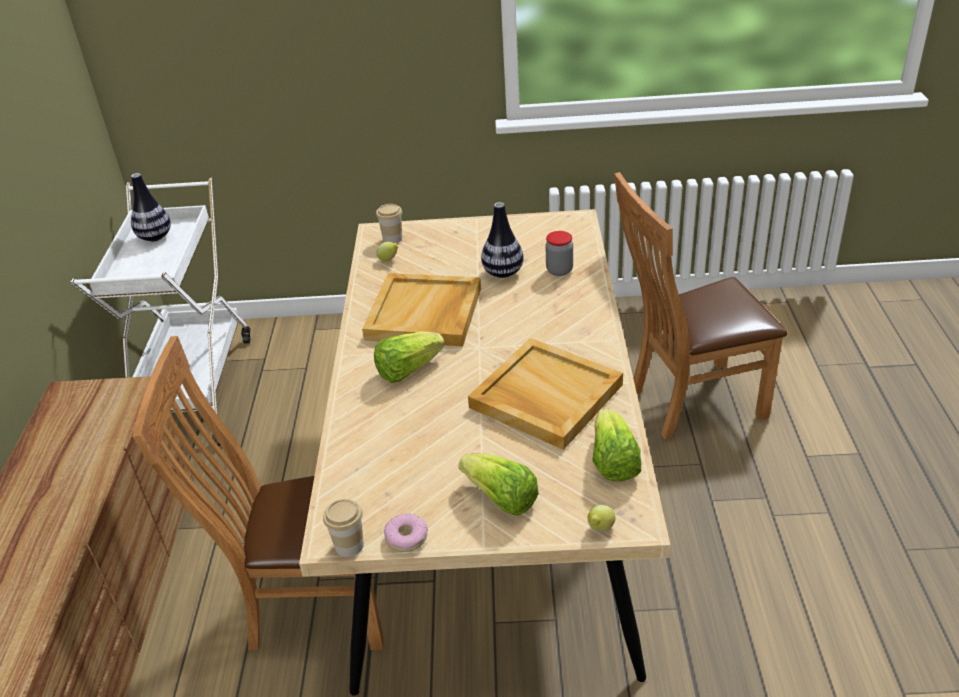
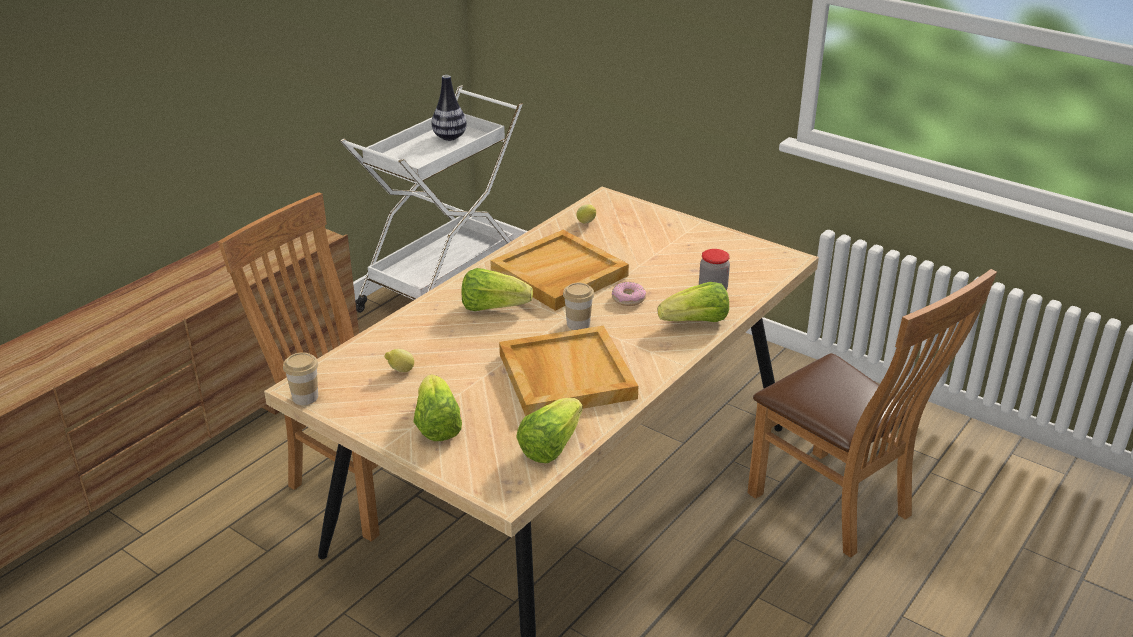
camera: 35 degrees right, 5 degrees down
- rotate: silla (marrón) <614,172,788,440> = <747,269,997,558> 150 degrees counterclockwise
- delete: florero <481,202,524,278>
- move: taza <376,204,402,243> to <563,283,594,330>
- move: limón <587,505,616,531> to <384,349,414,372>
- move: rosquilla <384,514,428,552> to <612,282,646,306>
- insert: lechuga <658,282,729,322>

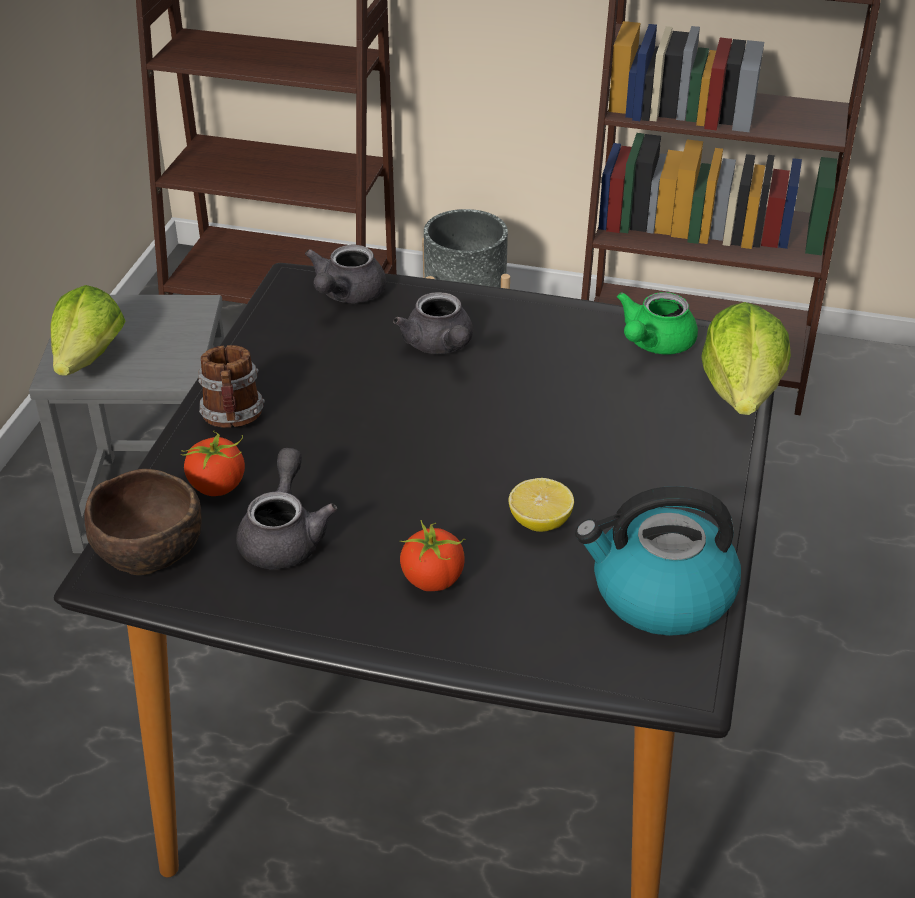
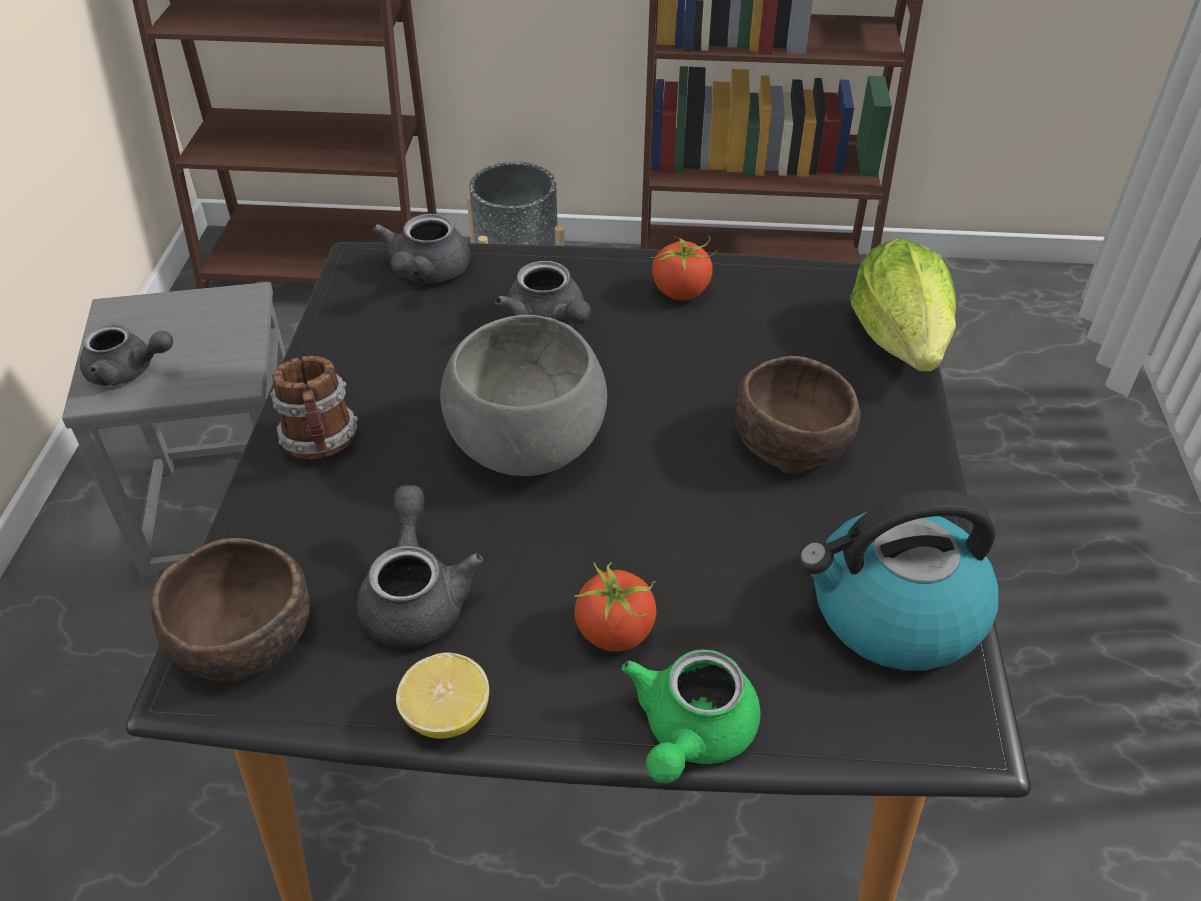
camera: 10 degrees left, 5 degrees up
- replace: lechuga <51,285,126,376> to tetera (gris) <80,324,173,386>
- move: tetera (verde) <617,292,698,354> to <622,650,760,783>
- move: tomate <180,430,245,496> to <651,236,718,300>
- move: limón <508,478,574,532> to <396,652,489,739>
- insert: cuenco (gris) <440,315,607,476>
- insert: cuenco (marrón) <735,356,861,474>

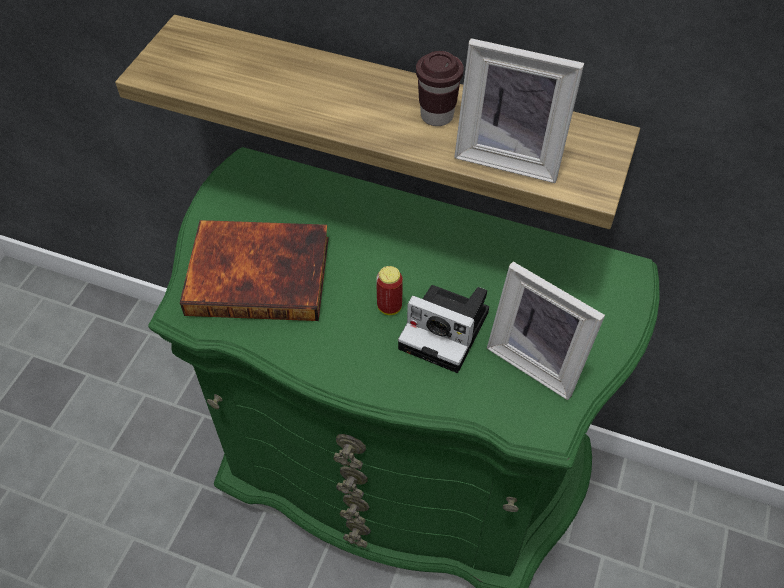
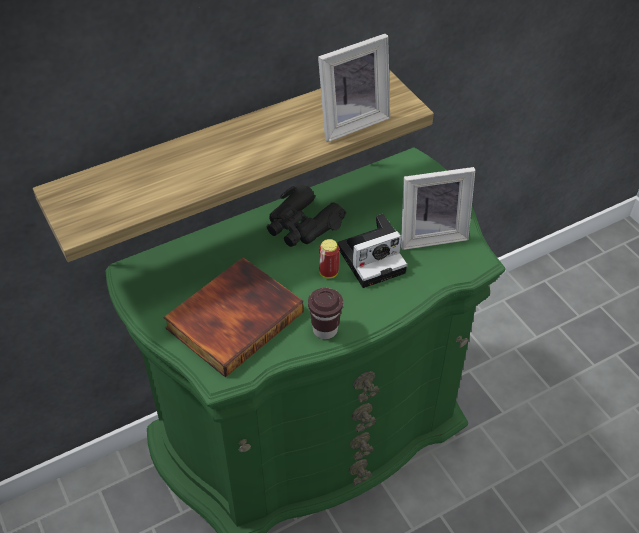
camera: 50 degrees left, 5 degrees down
- move: taza (marrón) <416,51,464,126> to <308,288,343,339>
- insert: prismáticos (negro) <267,183,347,247>

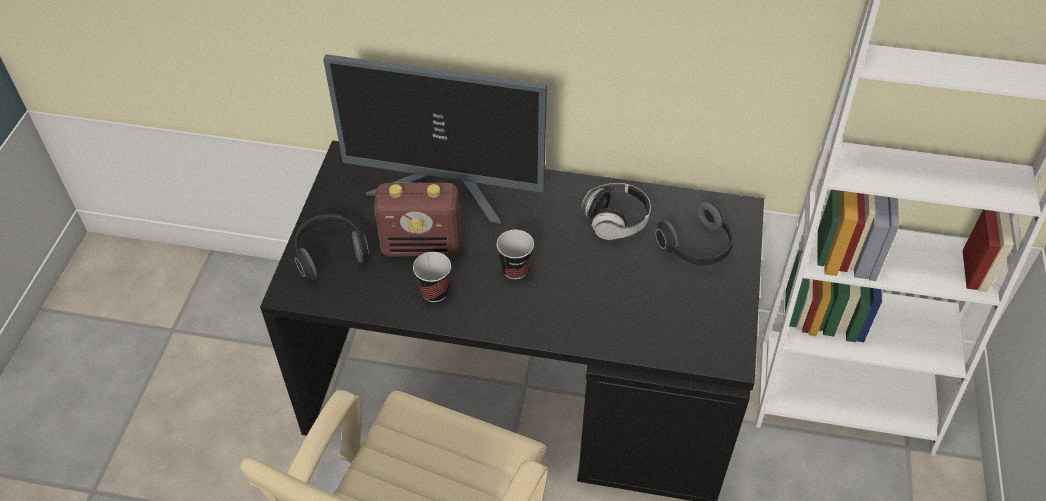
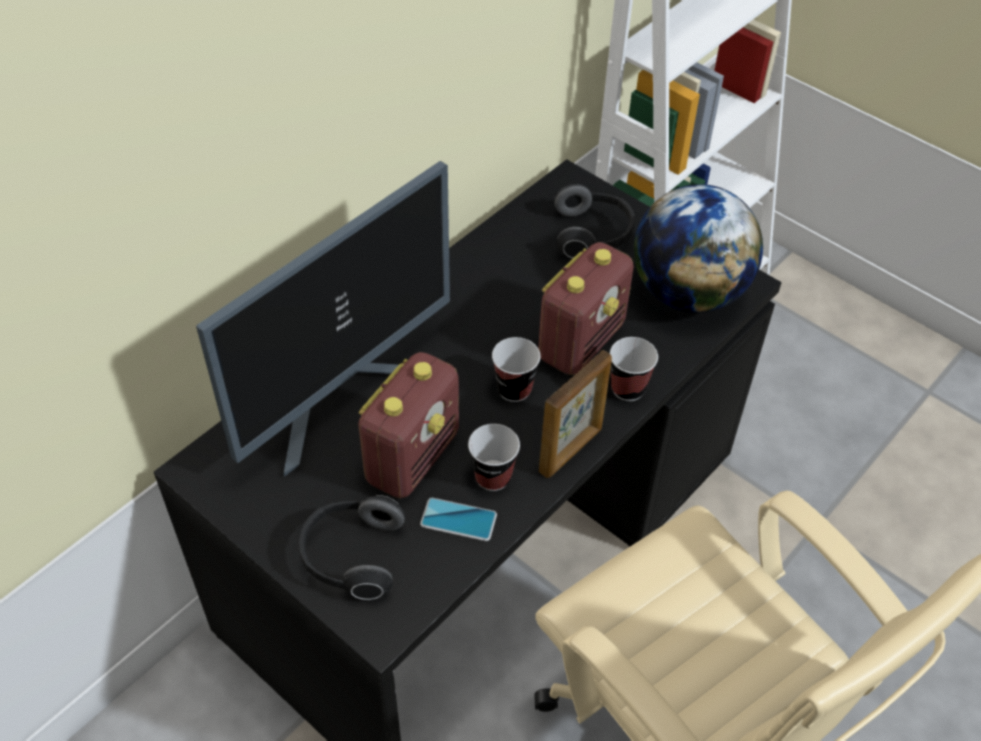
camera: 60 degrees left, 0 degrees up
- delete: auriculares <581,183,651,240>
- insert: globo terráqueo <634,184,763,312>
- insert: radio <538,242,634,375>
- insert: taza <610,337,658,401>
- insert: portarretratos <539,350,612,478>
- insert: móvil <420,498,497,541>

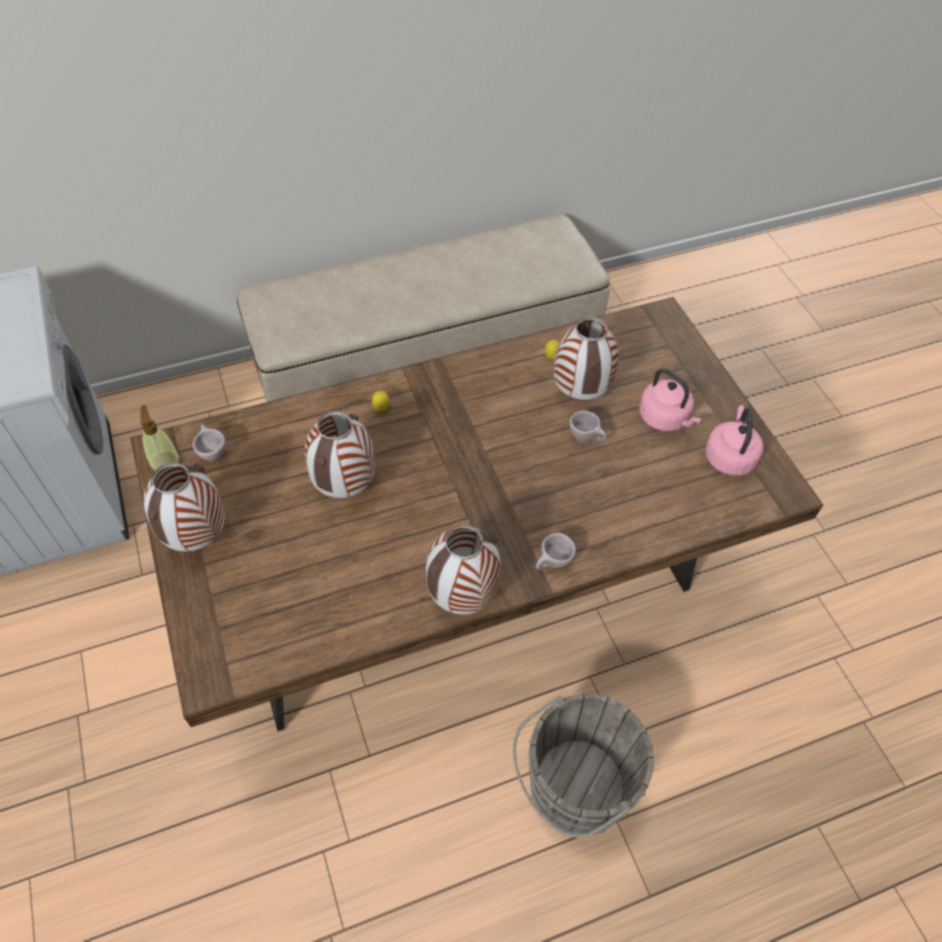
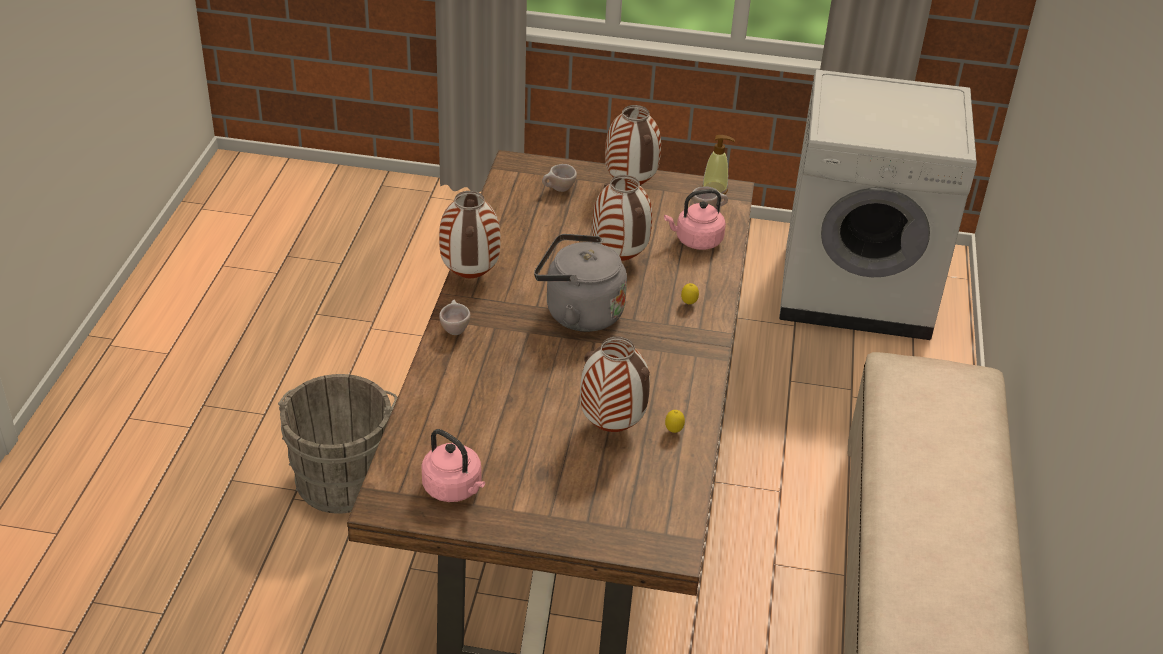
camera: 120 degrees right, 15 degrees down
- move: hervidor (rosa) <639,368,701,431> to <664,189,726,250>
- move: taza (beis) <569,411,607,443> to <542,164,577,192>
- insert: hervidor (gris) <534,234,627,332>

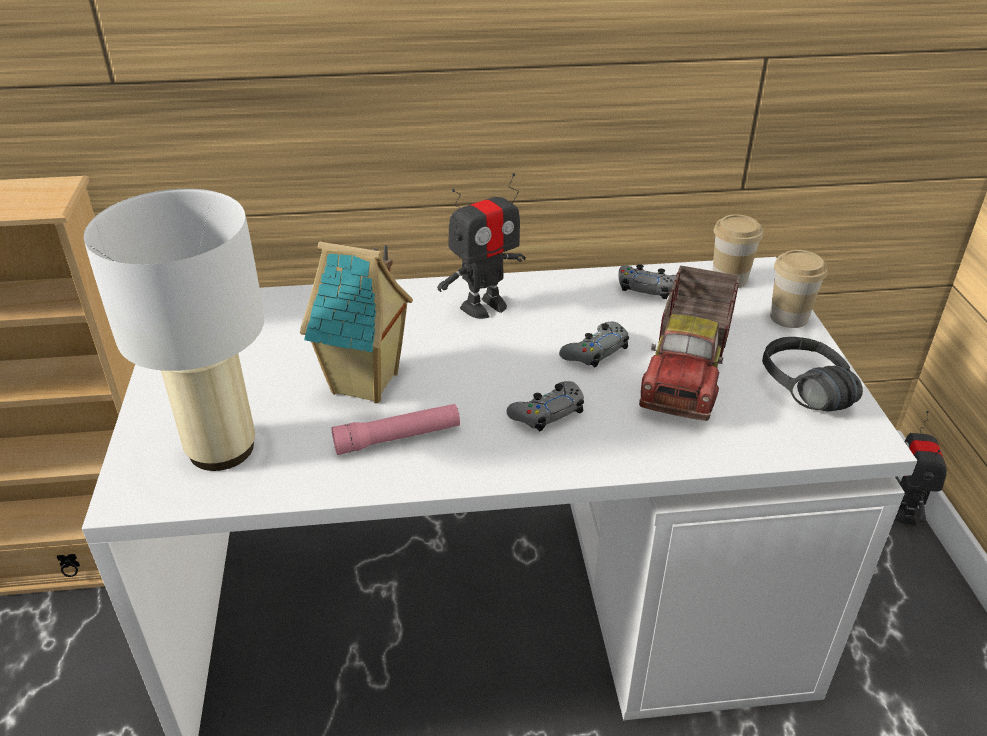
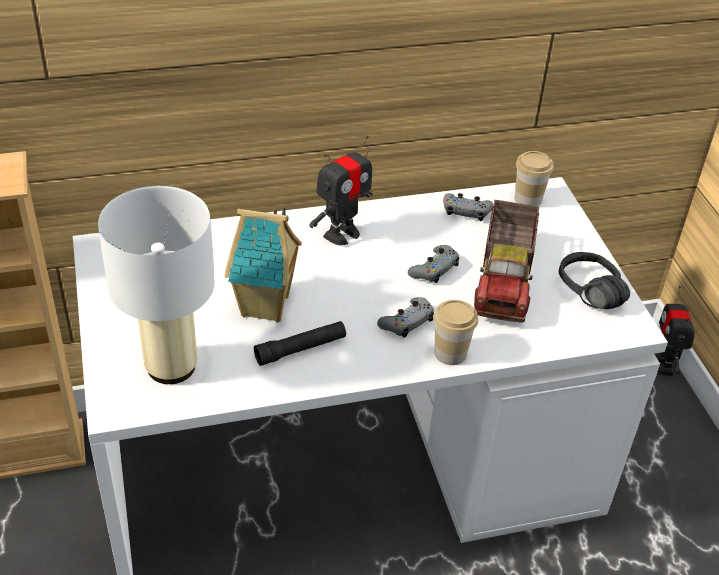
camera: 10 degrees left, 5 degrees up
- move: taza <770,250,828,328> to <433,300,478,365>
- recolor: linterna (rosa) <331,404,460,455> to linterna (negro) <254,321,346,366>

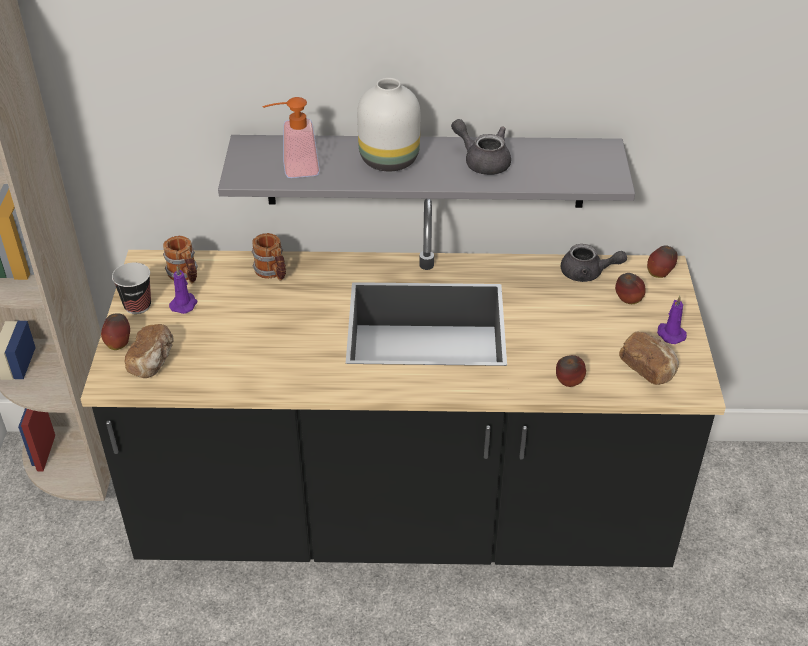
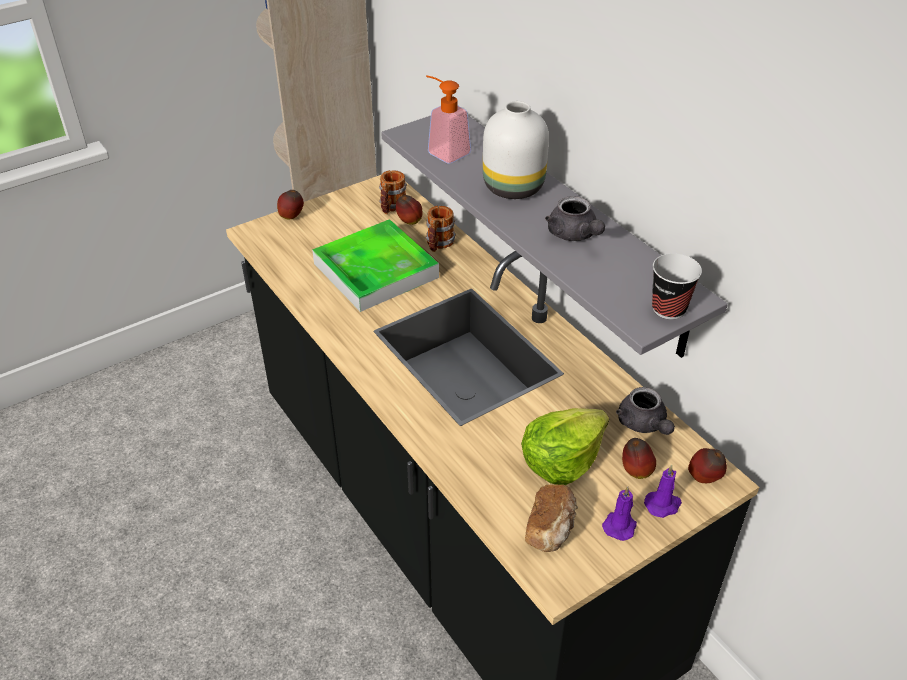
camera: 55 degrees right, 0 degrees up
- rotate: tetera (gris) <451,119,511,175> = <545,196,605,241> 150 degrees clockwise
- move: taza <112,263,151,314> to <652,253,702,320>
- move: vela (morado) <169,266,197,314> to <644,465,682,518>
- delete: pan <125,324,174,378>
- move: manzana <556,355,586,387> to <396,195,422,225>
- insert: bandeja <312,219,439,312>
- insert: lechuga <521,408,609,485>

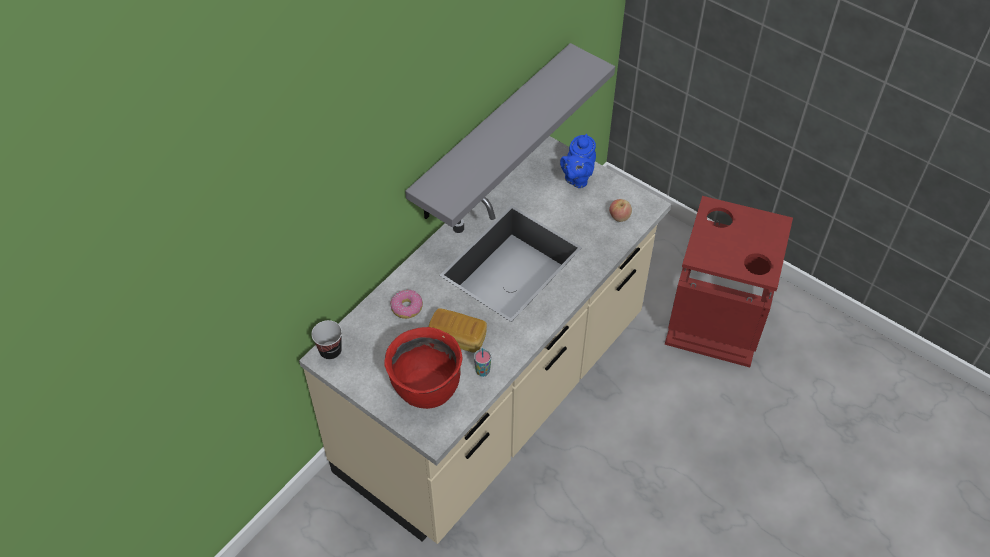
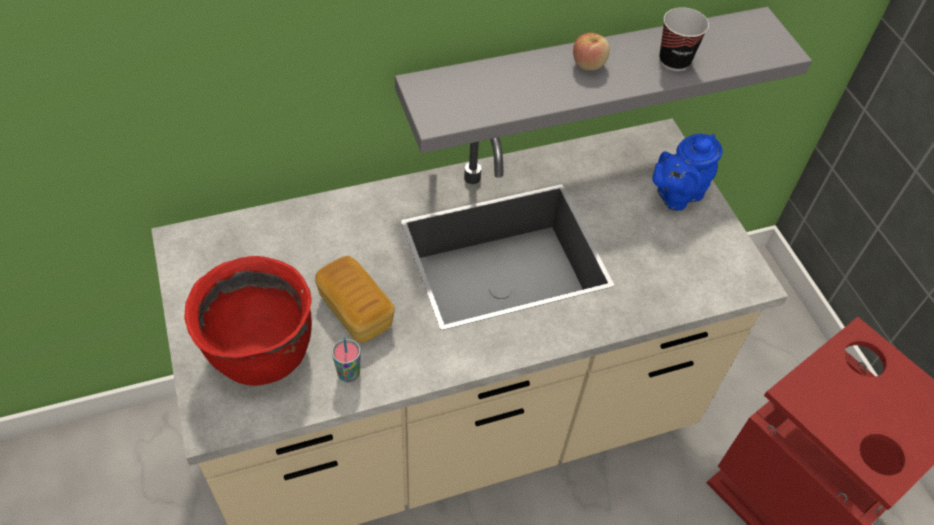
camera: 30 degrees right, 0 degrees up
- move: manzana <609,199,632,222> to <573,33,610,71>
- delete: rosquilla <390,290,423,319>
- move: taza <311,320,342,360> to <659,7,709,71>

